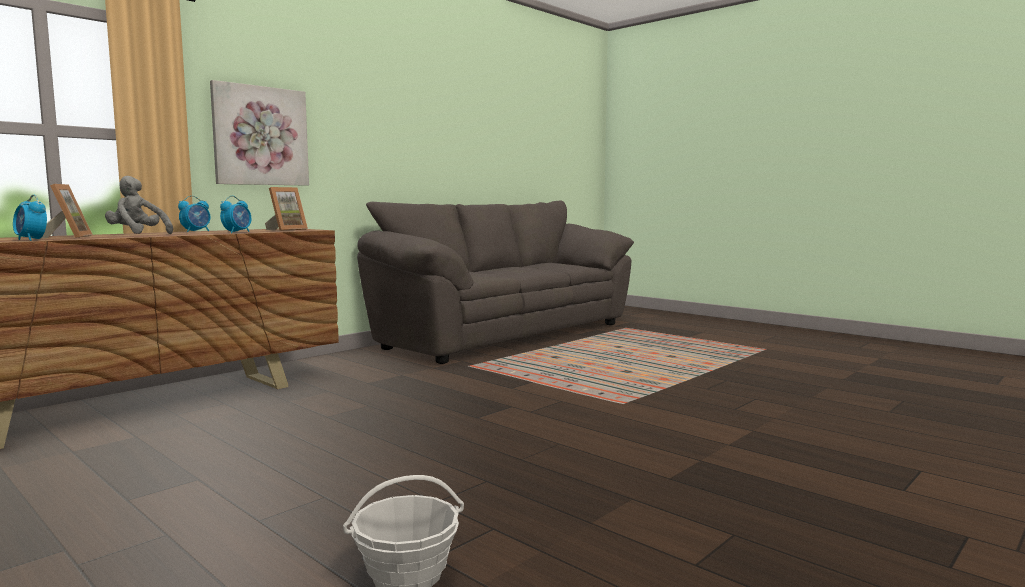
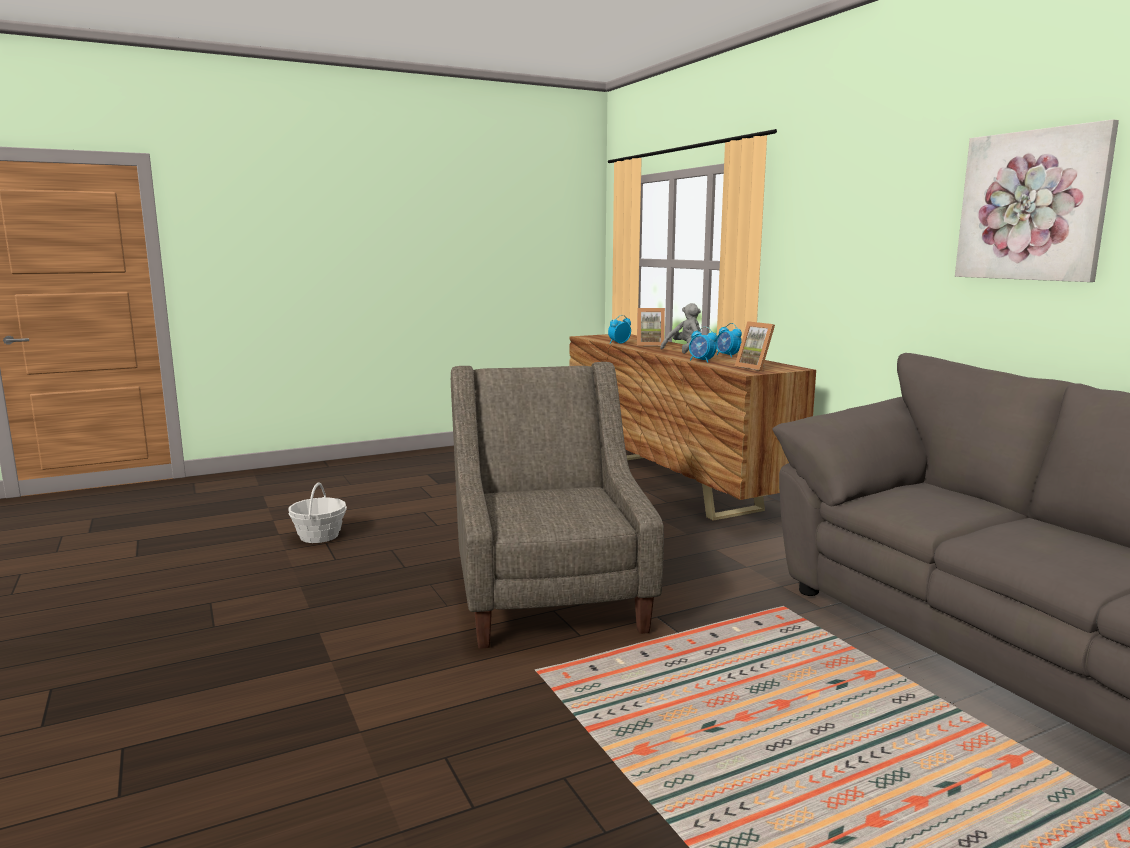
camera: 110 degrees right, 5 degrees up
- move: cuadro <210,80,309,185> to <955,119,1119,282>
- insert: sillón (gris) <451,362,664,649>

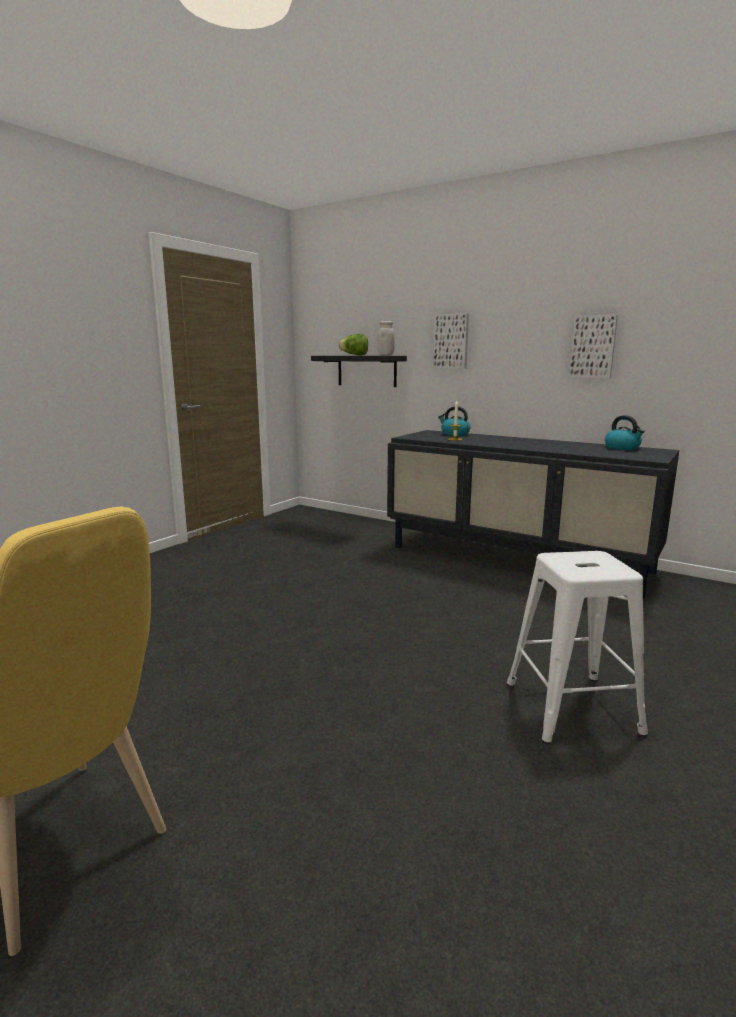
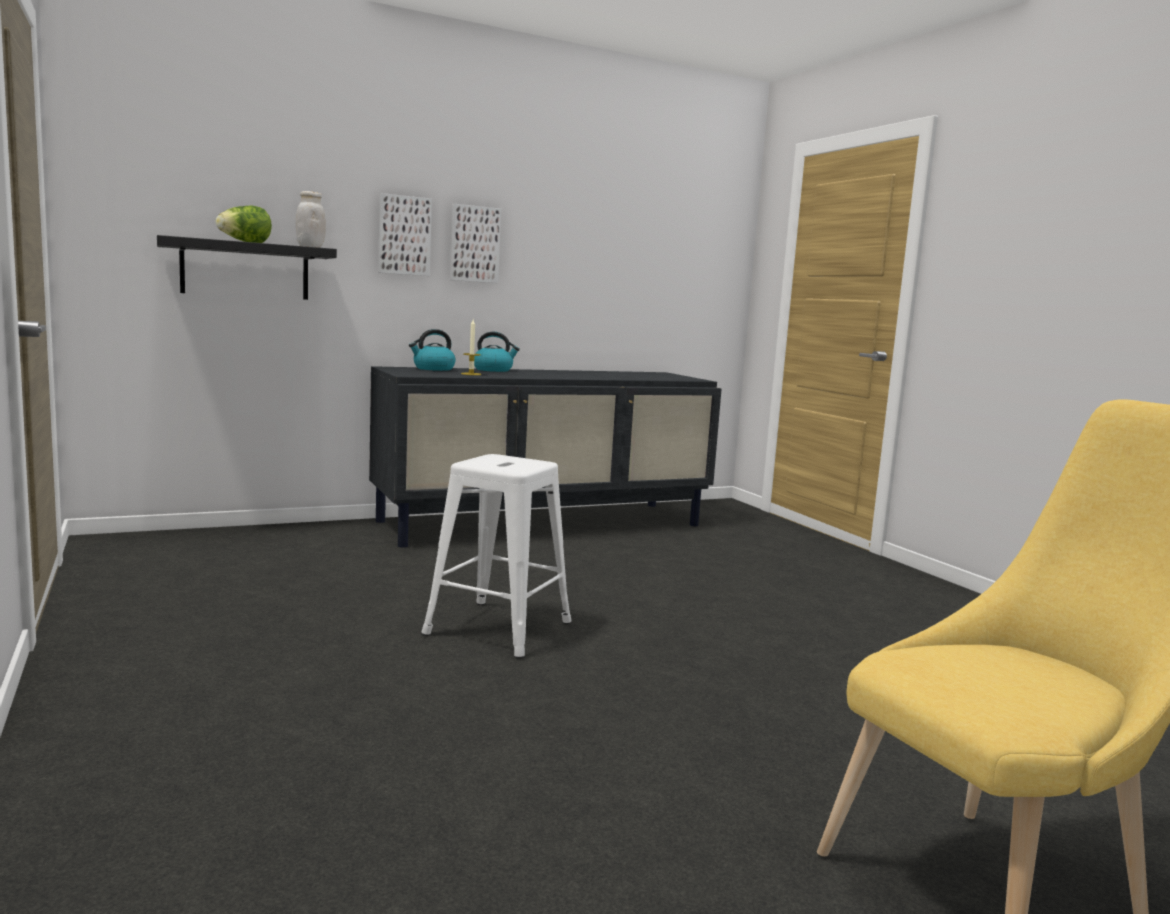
camera: 60 degrees left, 5 degrees down
- move: cuadro <569,314,618,378> to <450,204,501,283>
- move: hervidor <605,415,645,450> to <474,332,520,372>
- move: taburete (blanco) <506,551,648,744> to <421,454,572,658>

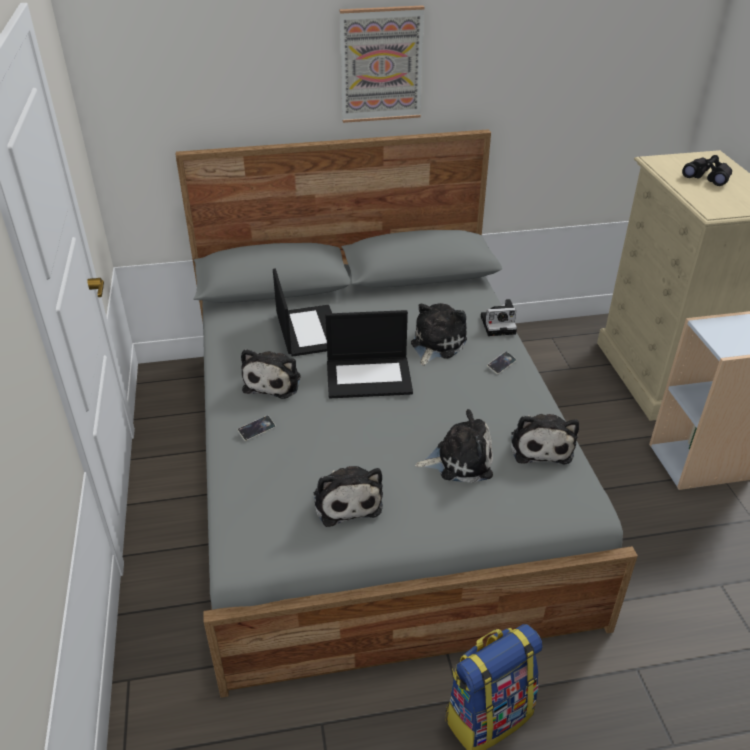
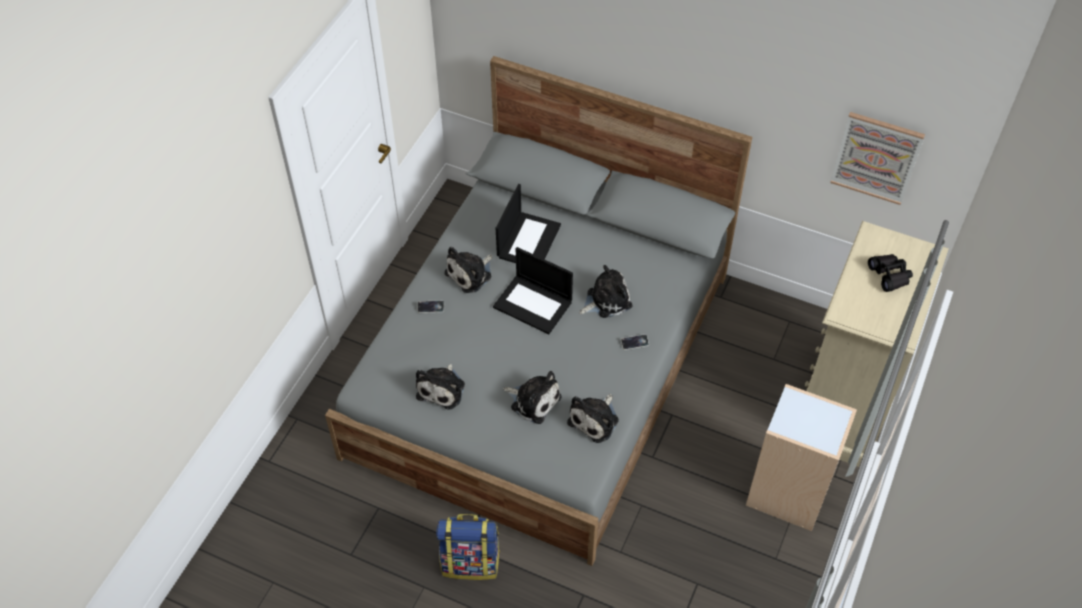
camera: 35 degrees right, 15 degrees up
- move: cuadro <339,5,425,123> to <830,112,925,205>
- delete: cámara <481,299,517,336>

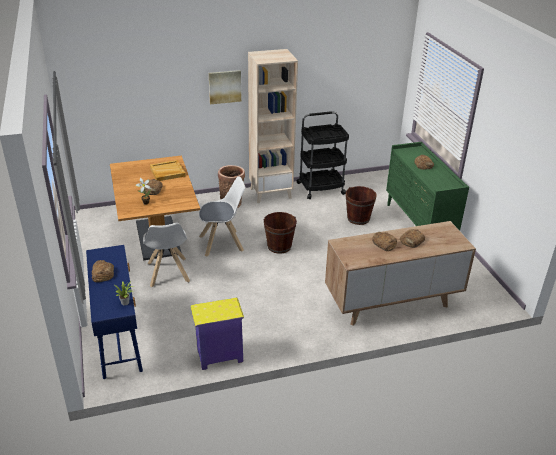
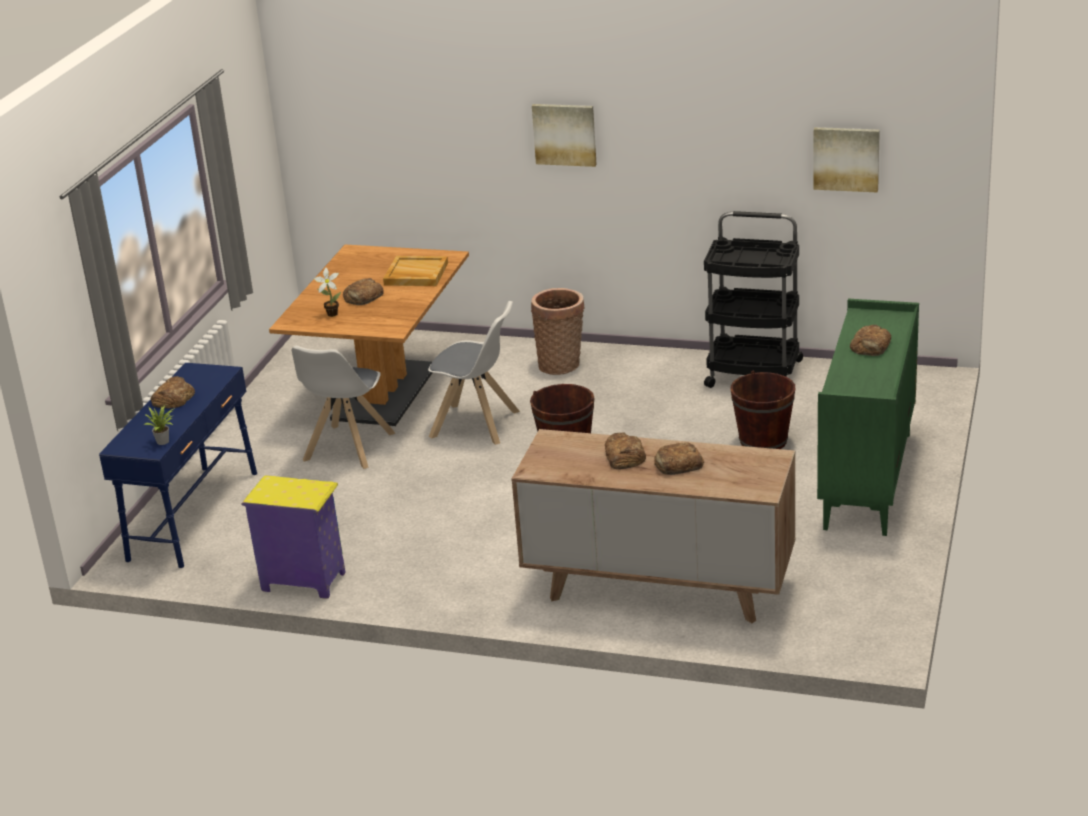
camera: 35 degrees right, 5 degrees down
- delete: estantería (beis) <248,49,298,203>
- insert: cuadro <813,127,880,192>

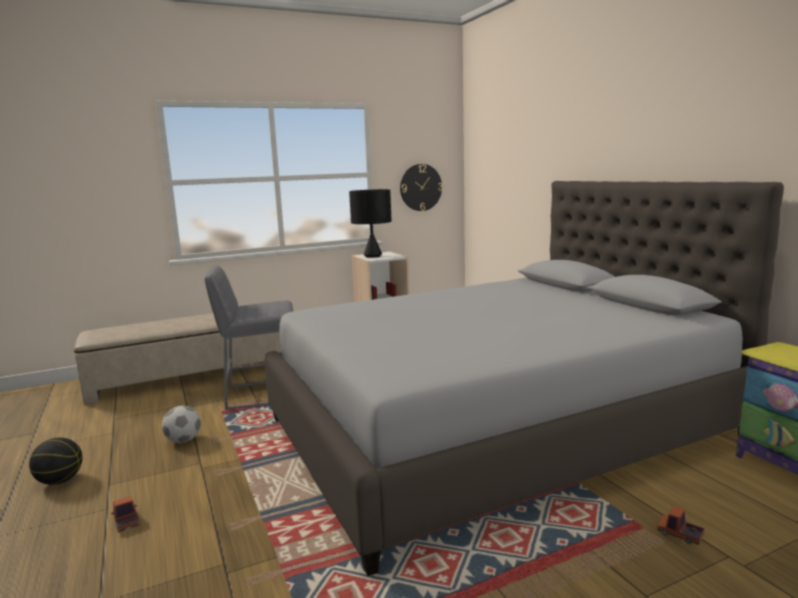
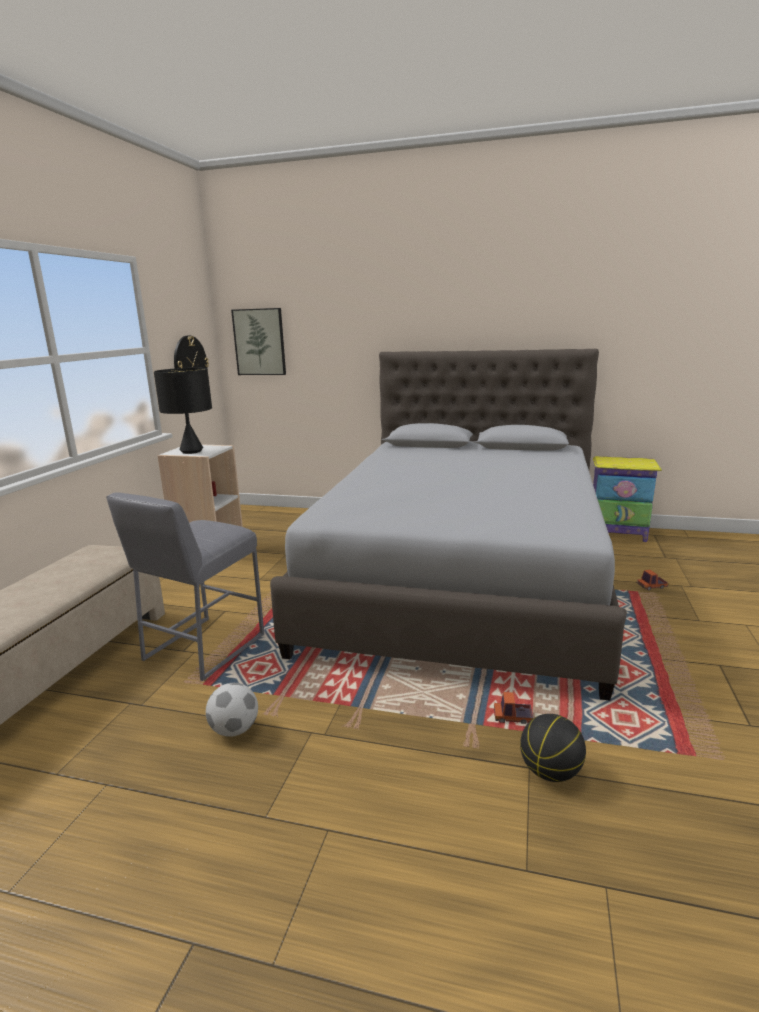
camera: 50 degrees left, 5 degrees up
- move: balón de baloncesto <29,438,83,485> to <520,714,586,782>
- move: camión de juguete <111,496,140,533> to <494,692,533,724>
- insert: cuadro <231,308,286,375>

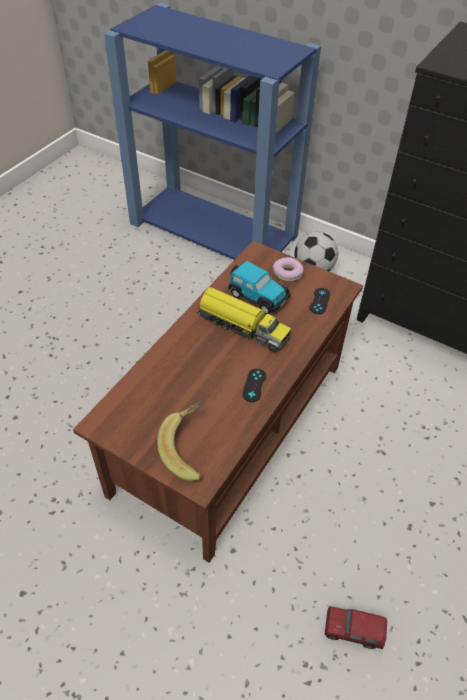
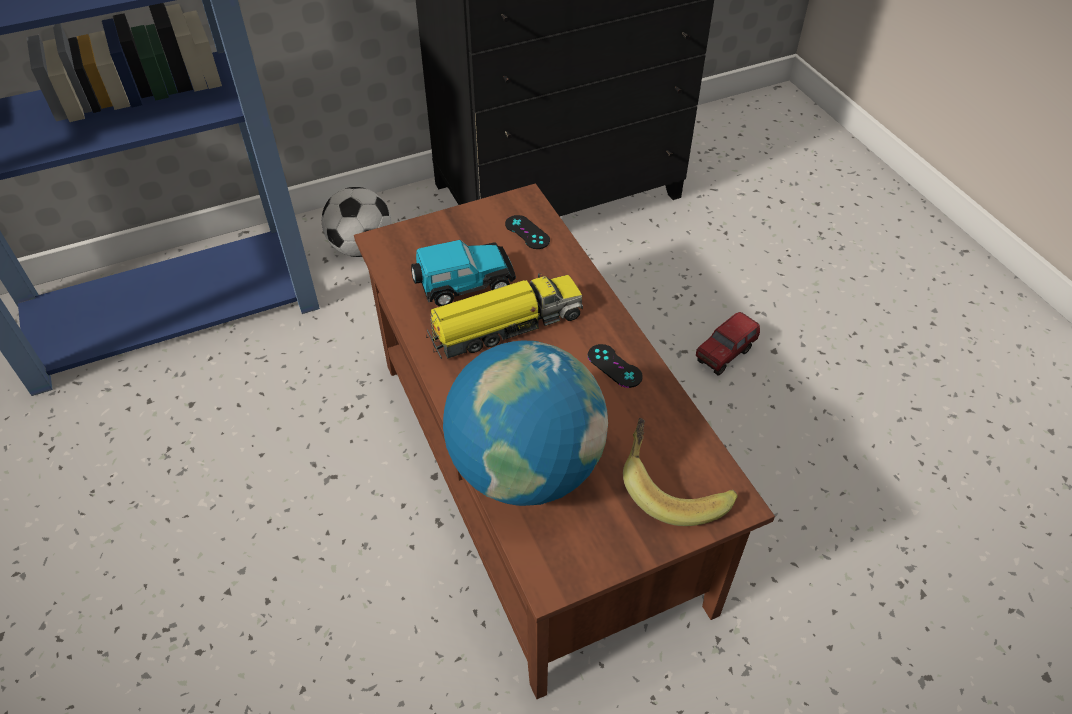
camera: 55 degrees left, 0 degrees up
- delete: rosquilla <273,257,304,282>
- move: camión de juguete <325,606,387,649> to <696,312,760,375>
- insert: globo terráqueo <443,341,608,506>

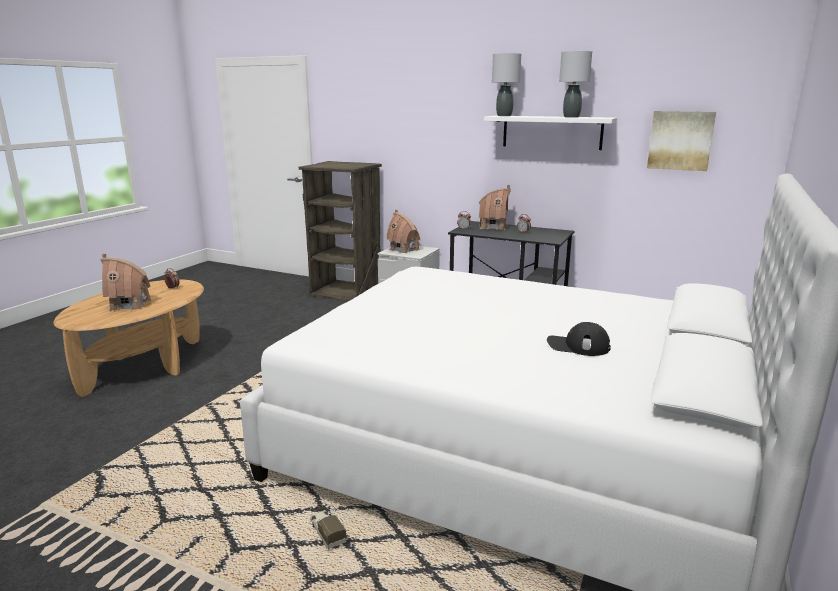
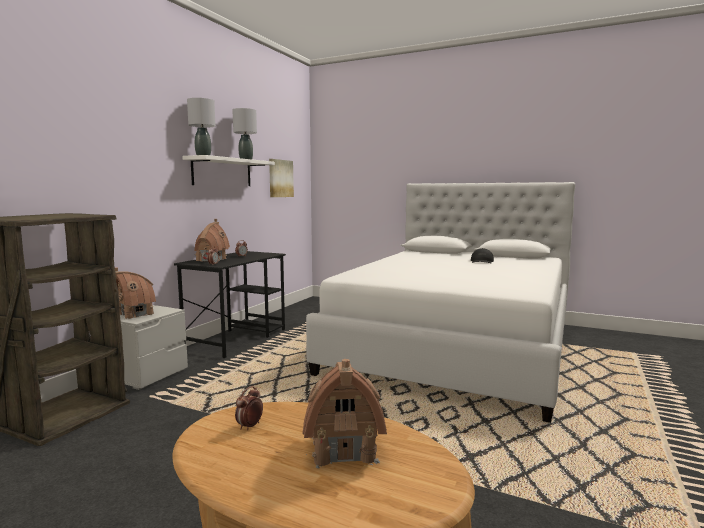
camera: 90 degrees left, 10 degrees down
- delete: camión de juguete <310,509,346,549>

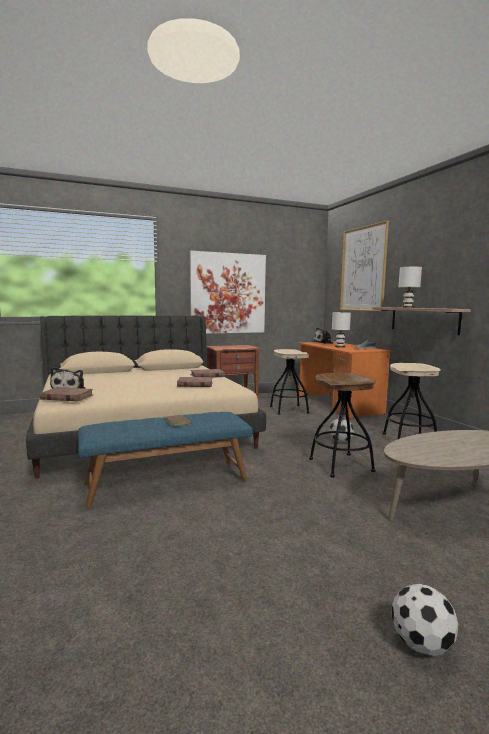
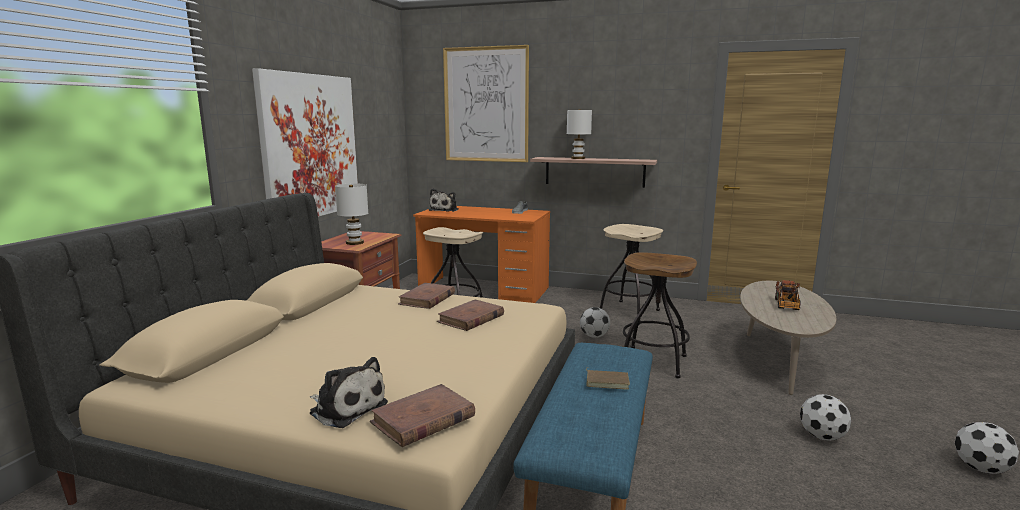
camera: 50 degrees left, 5 degrees up
- move: lámpara de mesa (blanco) <332,312,351,348> to <335,184,368,245>
- insert: camión de juguete <775,280,801,310>
- insert: balón de fútbol <800,394,851,441>

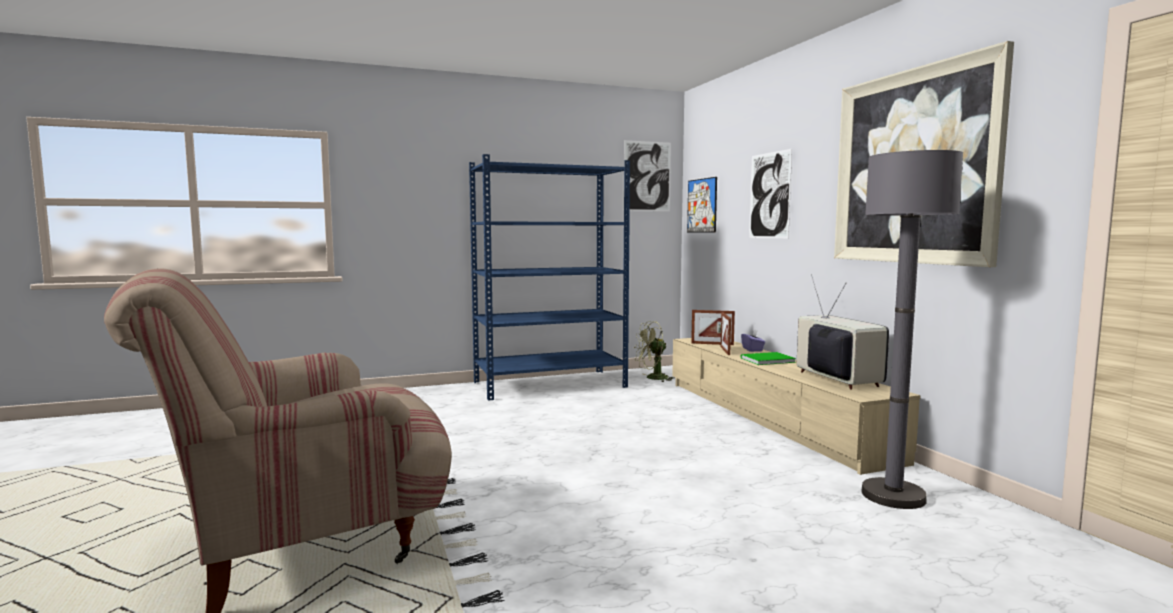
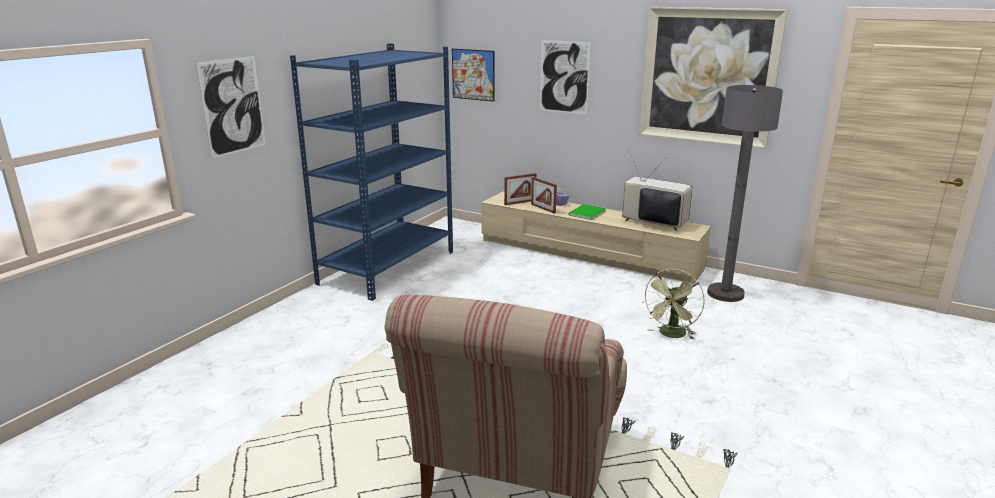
camera: 40 degrees left, 15 degrees up
- move: cuadro <624,140,671,211> to <196,56,266,158>
- move: ventilador (verde) <635,321,674,382> to <643,269,705,340>

